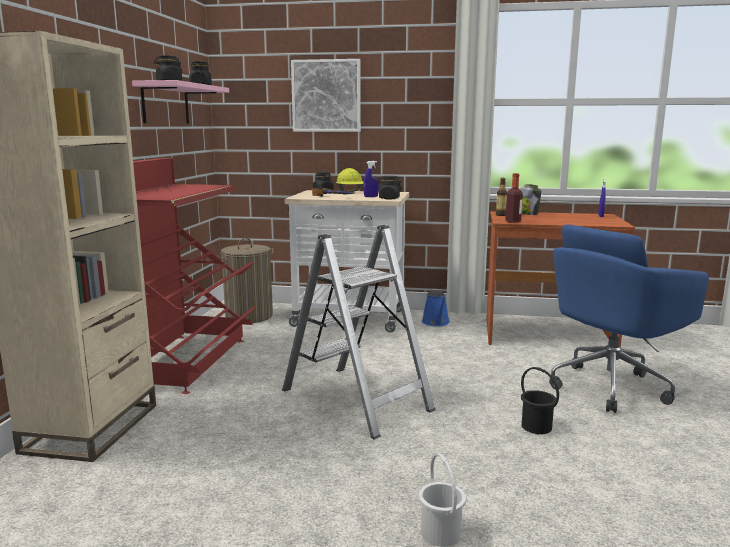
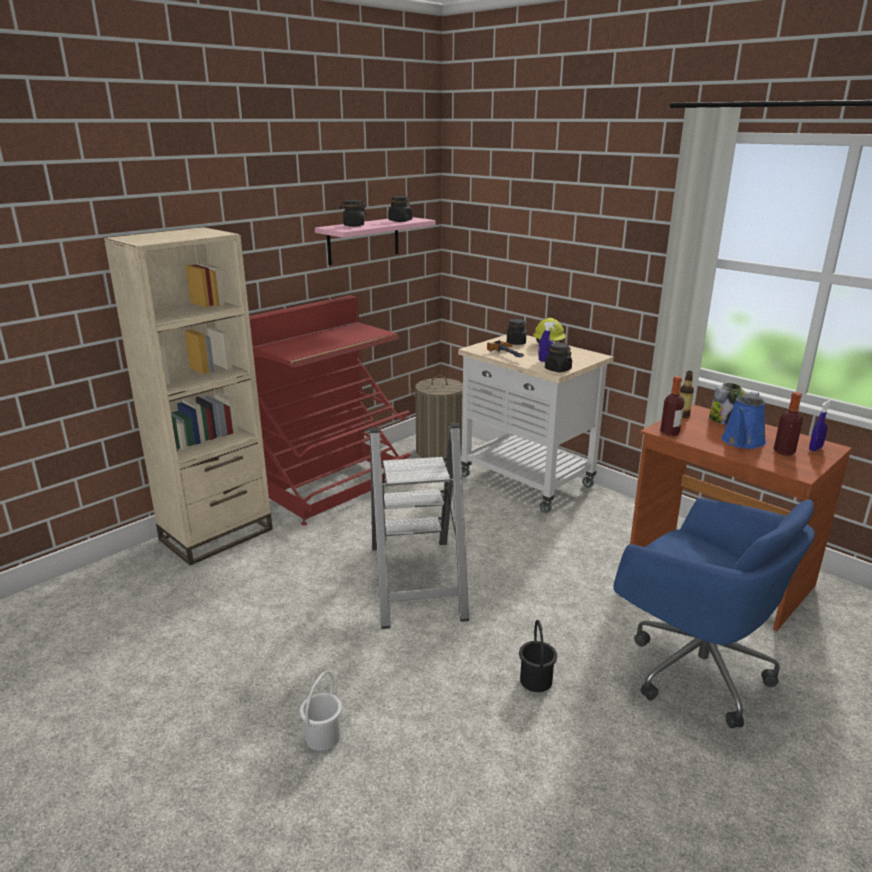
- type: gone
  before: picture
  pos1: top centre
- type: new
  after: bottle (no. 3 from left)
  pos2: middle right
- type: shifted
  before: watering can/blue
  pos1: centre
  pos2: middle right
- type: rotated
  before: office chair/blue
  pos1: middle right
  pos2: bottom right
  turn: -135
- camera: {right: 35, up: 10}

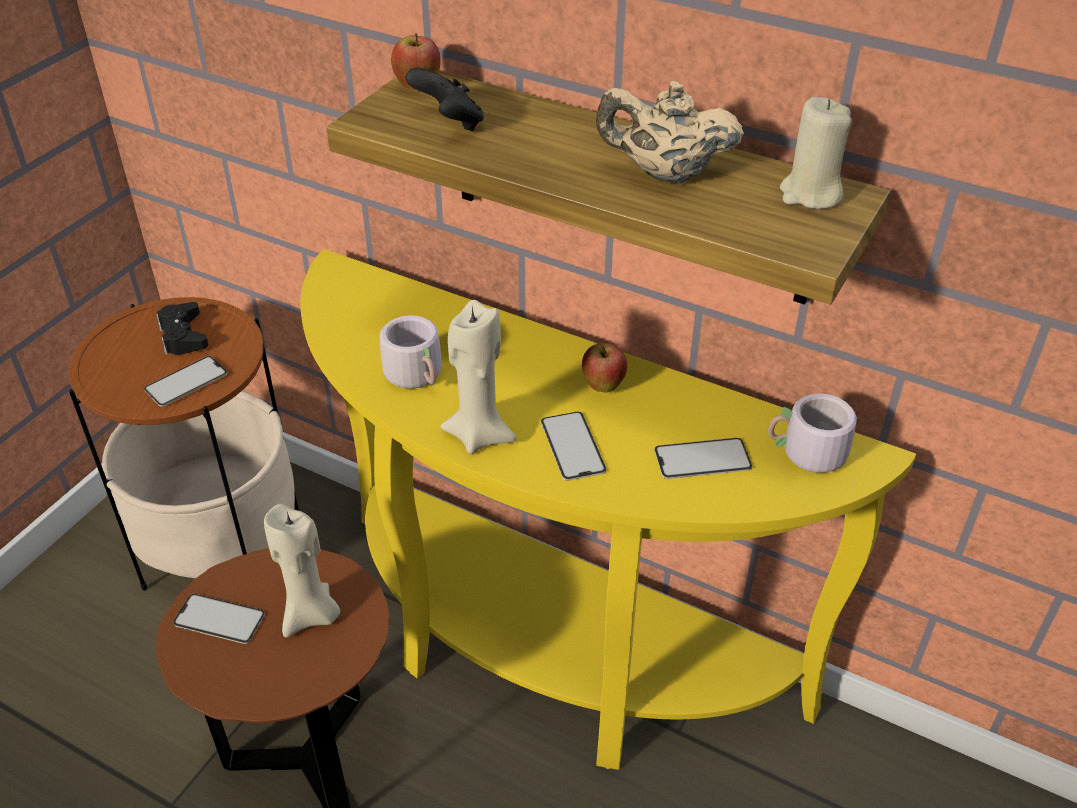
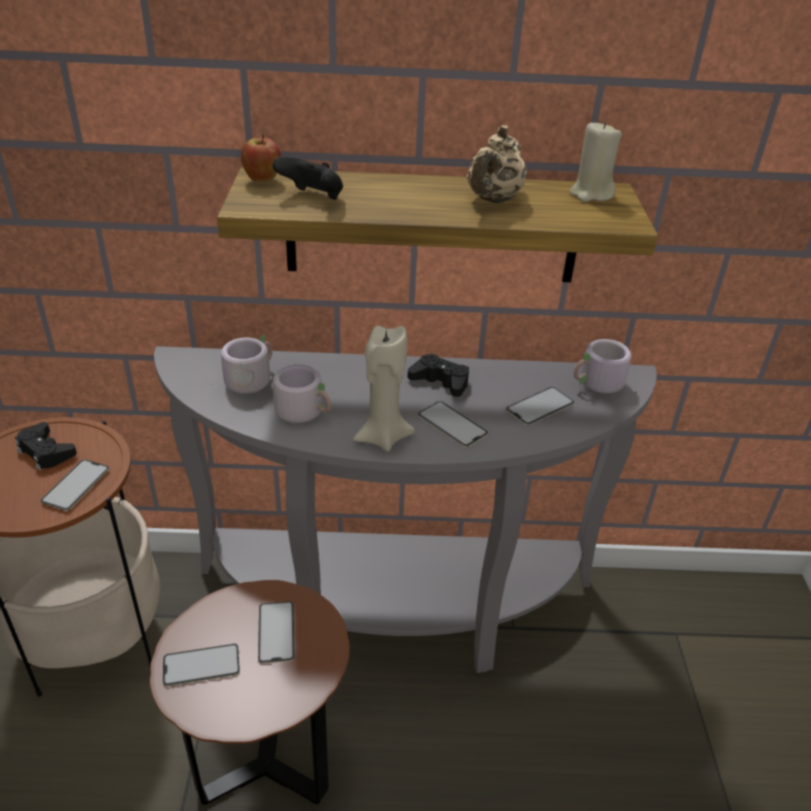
- type: new
  after: mug/grey (no. 1 from left)
  pos2: middle left
- type: swapped
  before: candle/beige (no. 1 from left)
  after: phone (no. 3 from left)
  pos1: bottom left
  pos2: bottom centre
- type: swapped
  before: apple (no. 2 from left)
  after: game controller/black (no. 3 from left)
  pos1: centre
  pos2: centre
- type: repainted
  before: console table/yellow
  after: console table/grey
  pos1: centre
  pos2: centre
- type: rotated
  before: teapot/beige
  pos1: top centre
  pos2: top centre
  turn: -45
- camera: {right: -30, up: -5}

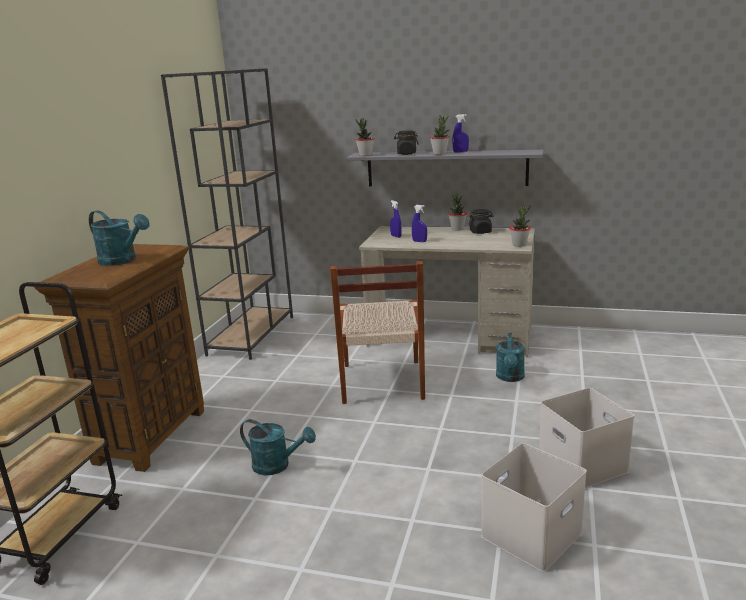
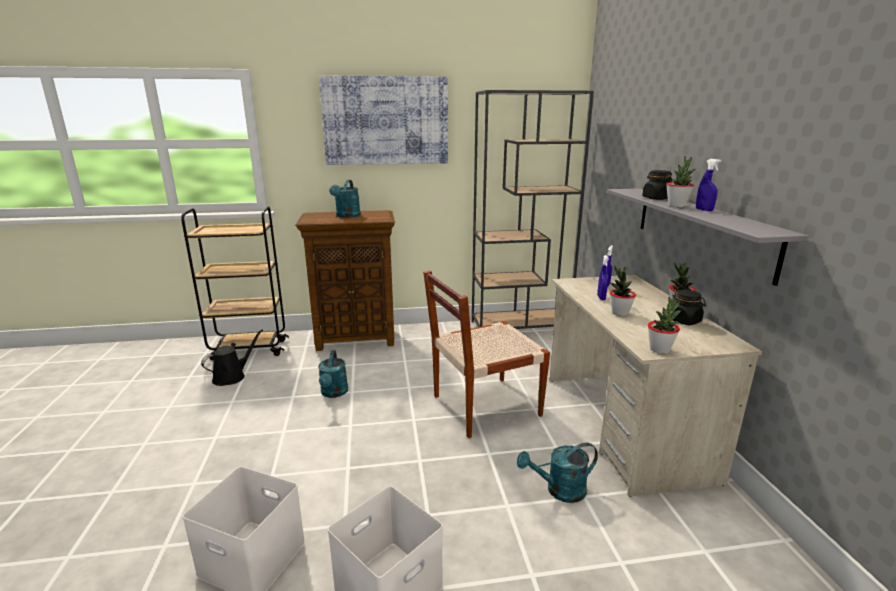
- type: new
  after: watering can/black
  pos2: middle left
- type: new
  after: picture
  pos2: top centre
- type: shifted
  before: potted plant (no. 1 from left)
  pos1: top centre
  pos2: middle right
- camera: {right: 65, up: 0}

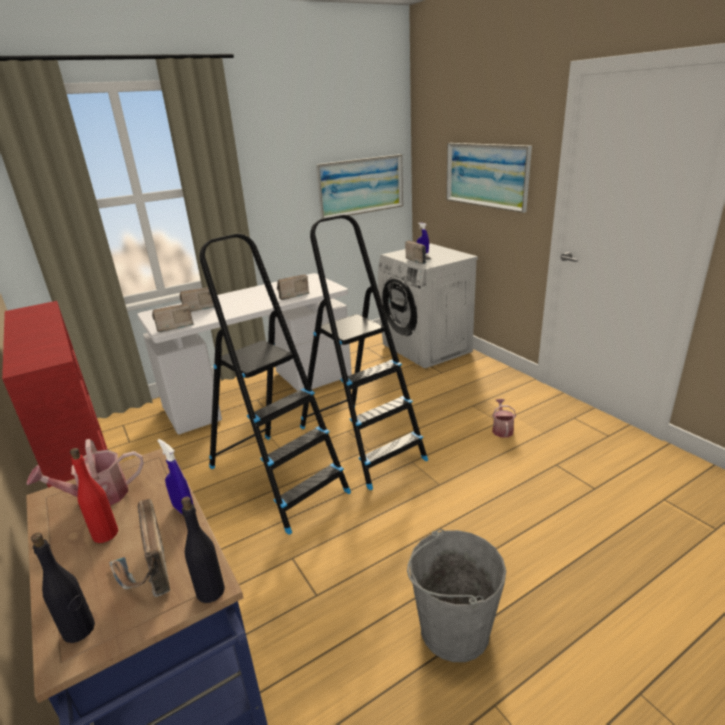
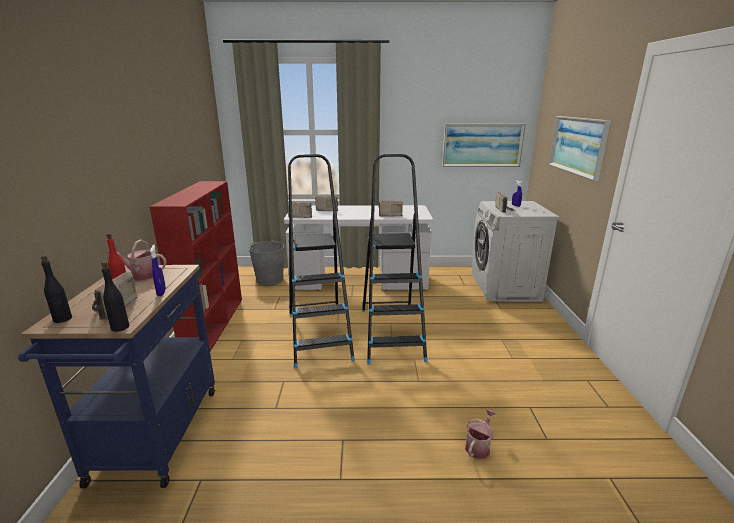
- type: shifted
  before: bucket/grey
  pos1: bottom centre
  pos2: centre
- type: shifted
  before: watering can (no. 2 from left)
  pos1: middle right
  pos2: bottom centre
- camera: {right: 30, up: -5}

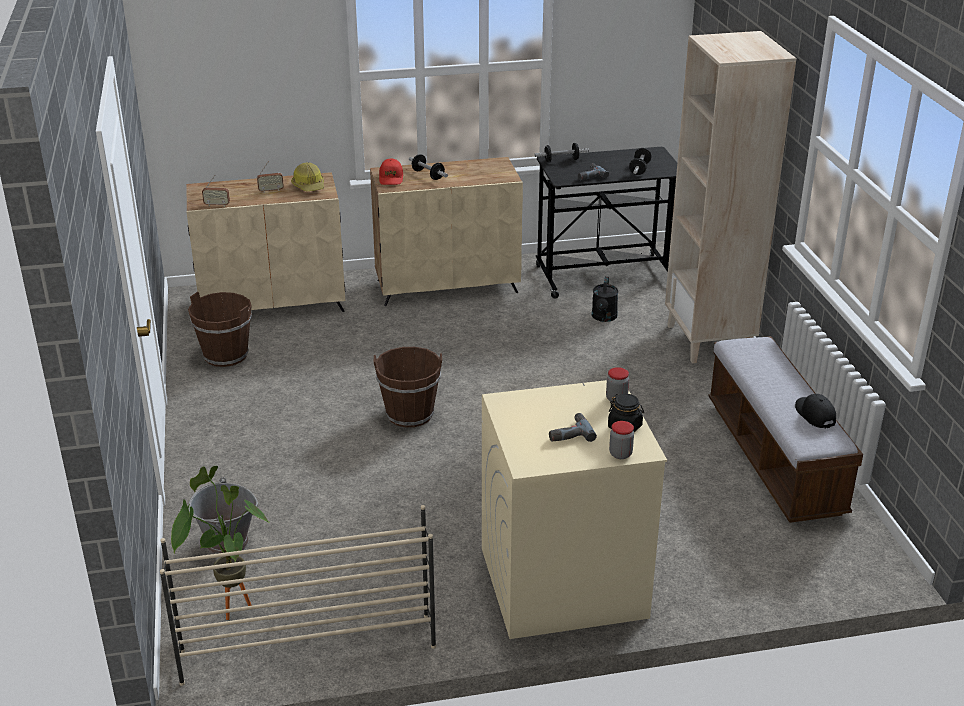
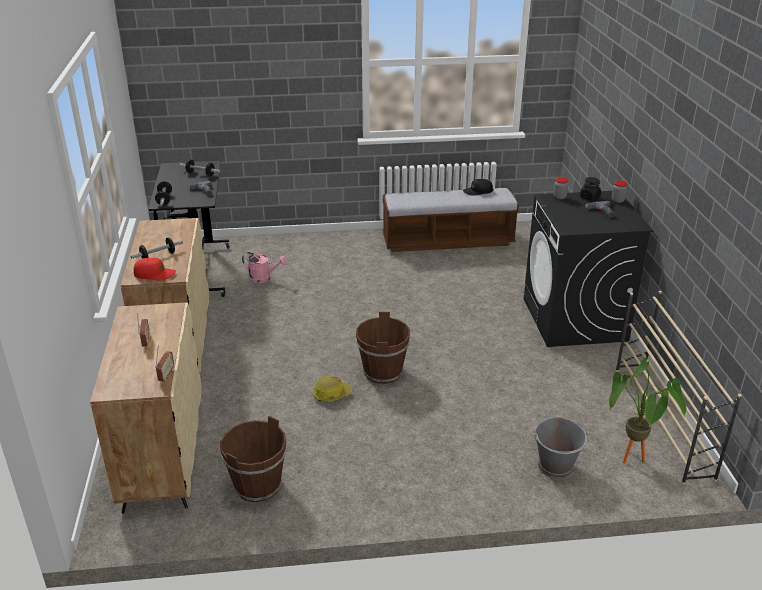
- type: gone
  before: bookcase/beige
  pos1: top right
- type: shifted
  before: hard hat
  pos1: top left
  pos2: centre
- type: repainted
  before: washing machine/beige
  after: washing machine/black
  pos1: bottom centre
  pos2: middle right
- type: repainted
  before: watering can/black
  after: watering can/pink
  pos1: centre
  pos2: centre
- camera: {right: -85, up: 0}

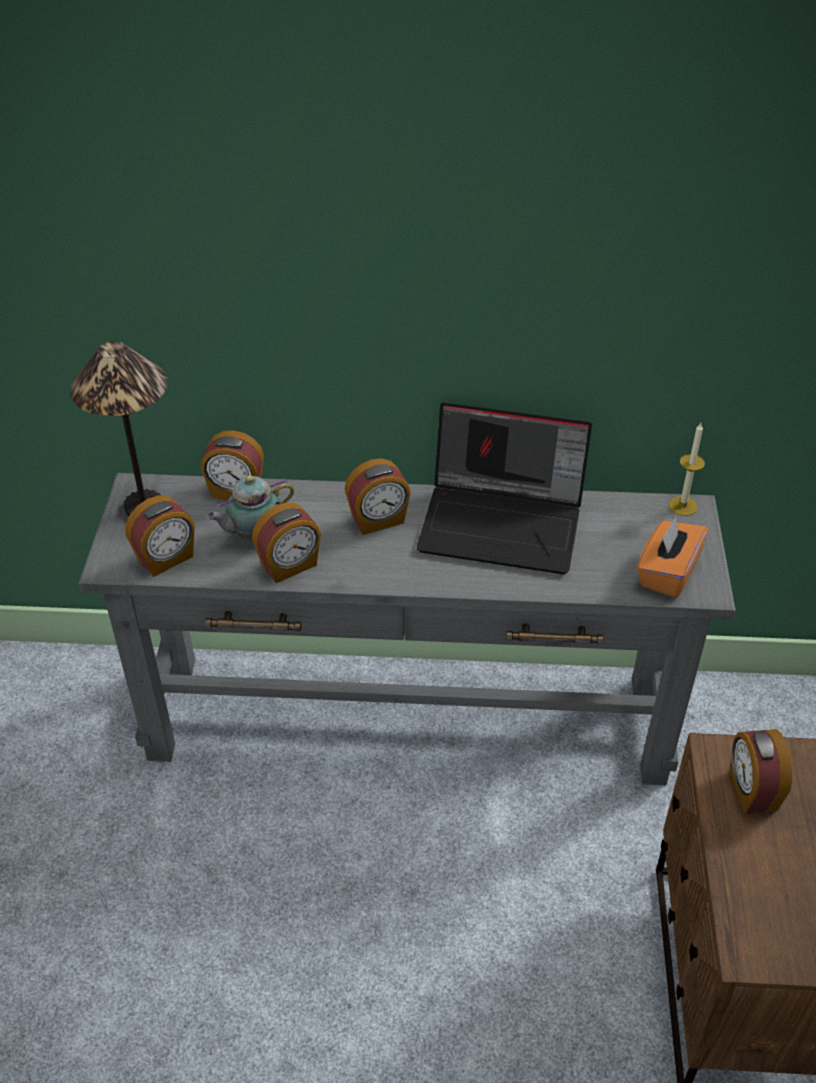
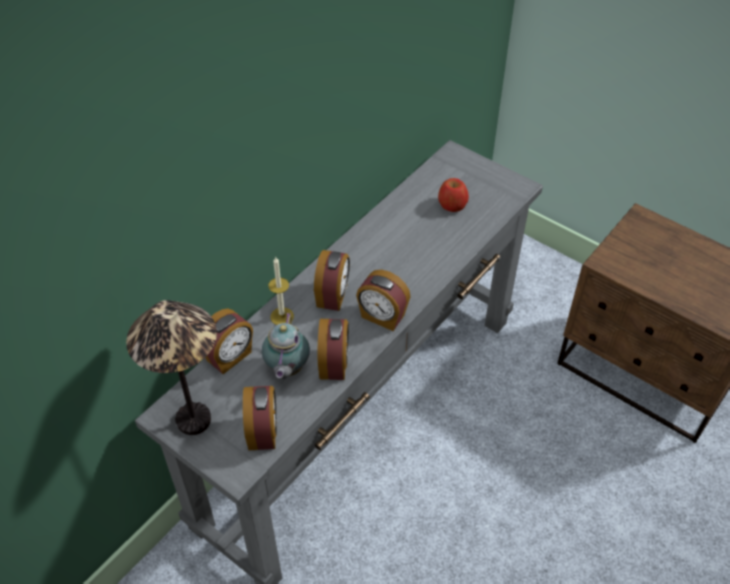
- type: gone
  before: laptop
  pos1: centre
- type: gone
  before: tissue box/orange
  pos1: middle right
- type: new
  after: apple
  pos2: centre
- type: shifted
  before: candle
  pos1: middle right
  pos2: centre
- type: shifted
  before: alarm clock (no. 5 from left)
  pos1: bottom right
  pos2: centre
- camera: {right: -55, up: 5}

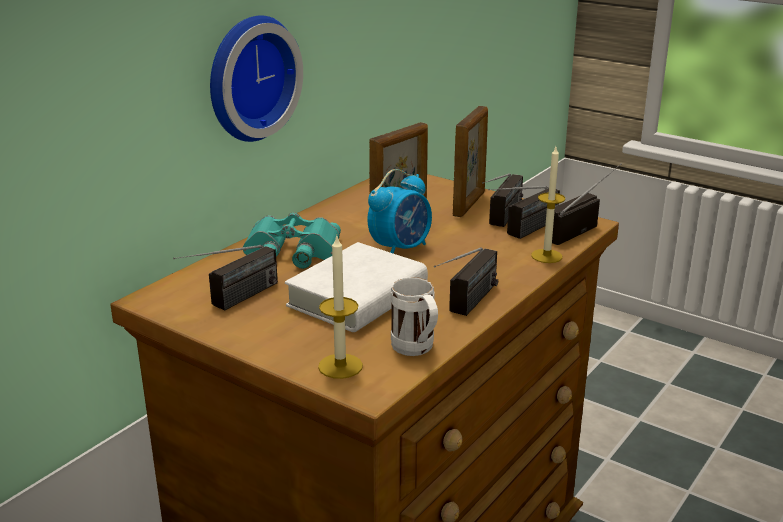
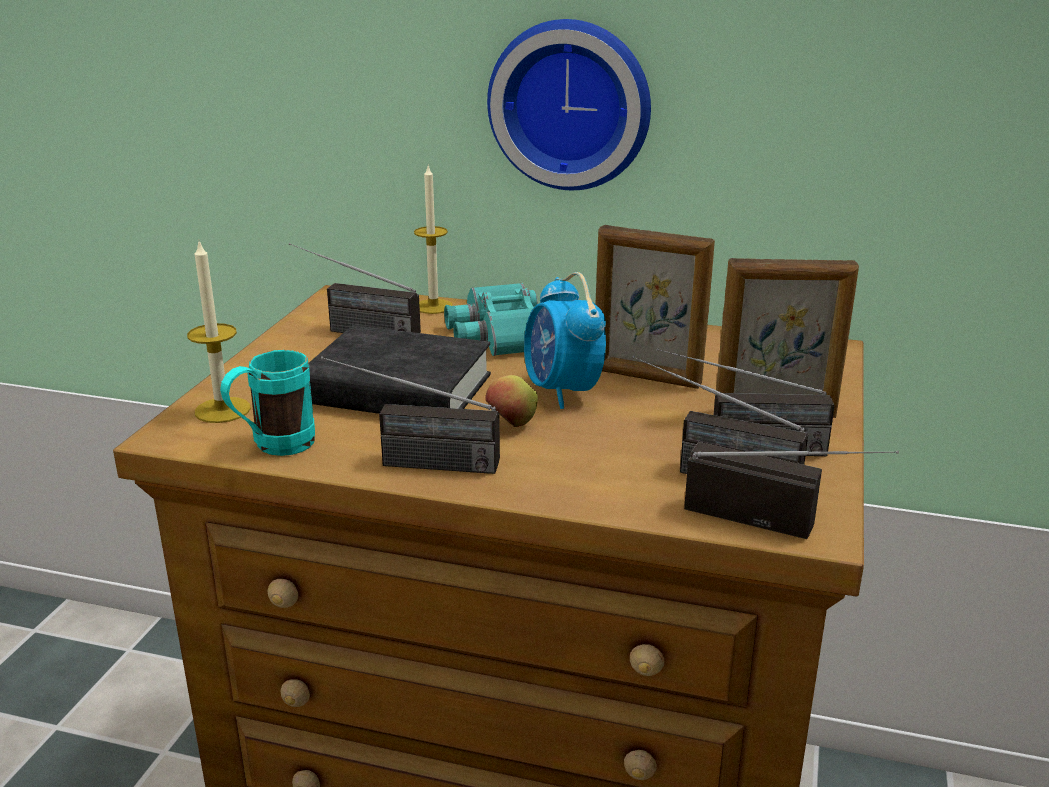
- type: new
  after: apple
  pos2: centre
- type: shifted
  before: candle (no. 2 from left)
  pos1: middle right
  pos2: top centre
- type: repainted
  before: book/white
  after: book/black
  pos1: centre
  pos2: centre
- type: repainted
  before: mug/white
  after: mug/turquoise
  pos1: centre
  pos2: middle left
- type: rotated
  before: alarm clock
  pos1: centre
  pos2: centre
  turn: 45
- camera: {right: 70, up: 0}

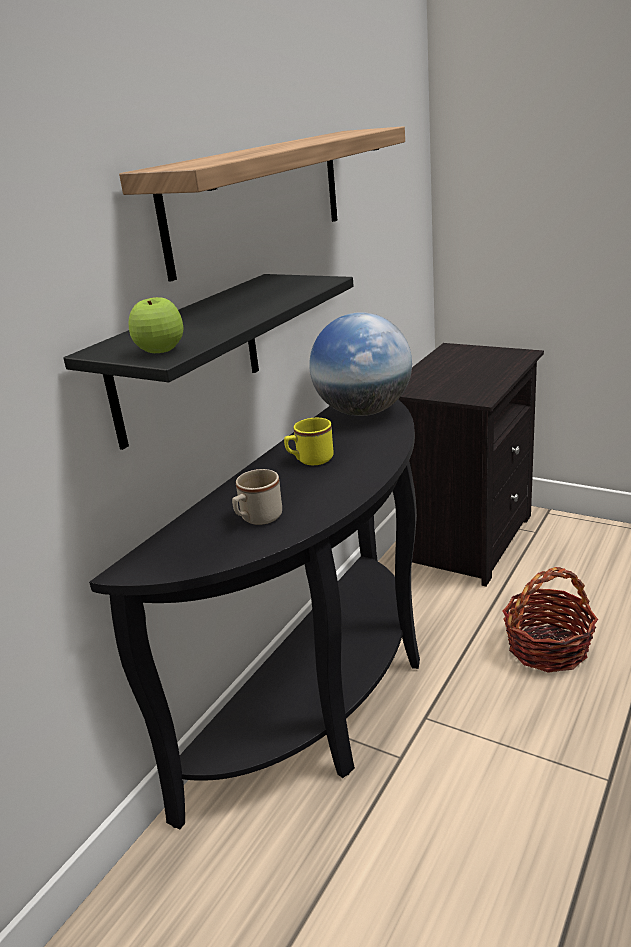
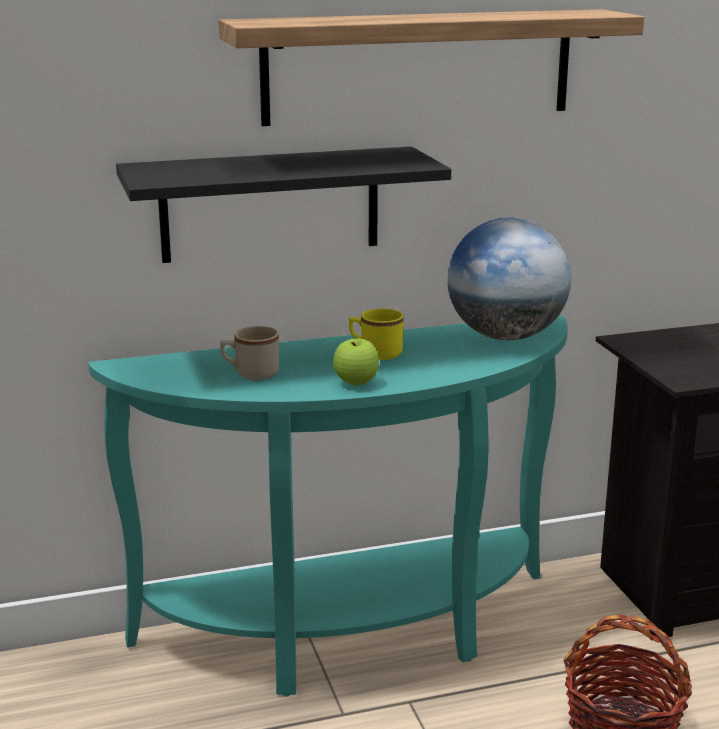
- type: shifted
  before: apple
  pos1: middle left
  pos2: centre
- type: repainted
  before: console table/black
  after: console table/turquoise
  pos1: centre
  pos2: bottom centre
- camera: {right: 40, up: -5}

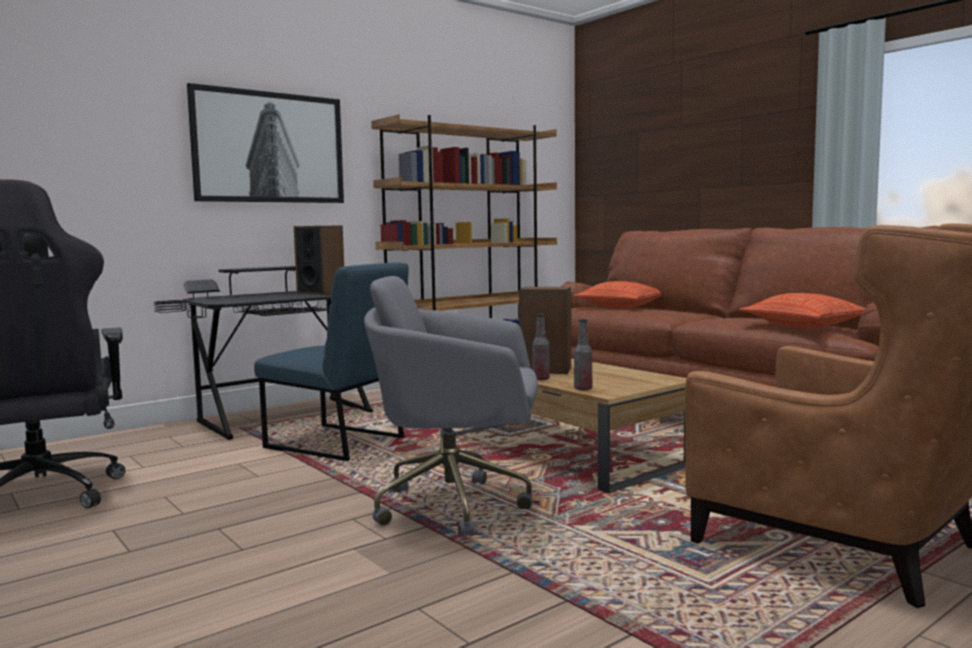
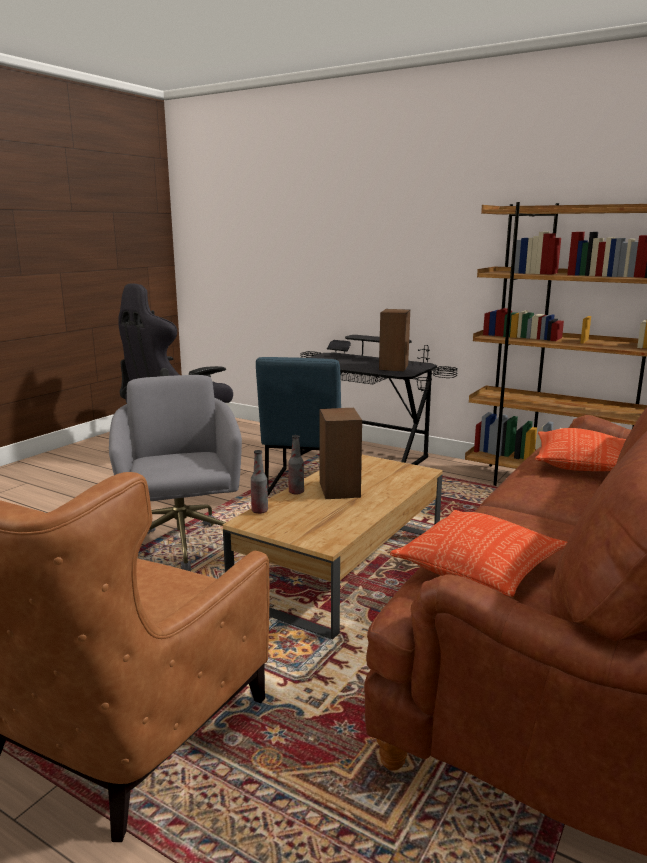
- type: gone
  before: picture
  pos1: top left
- camera: {right: 70, up: 10}

